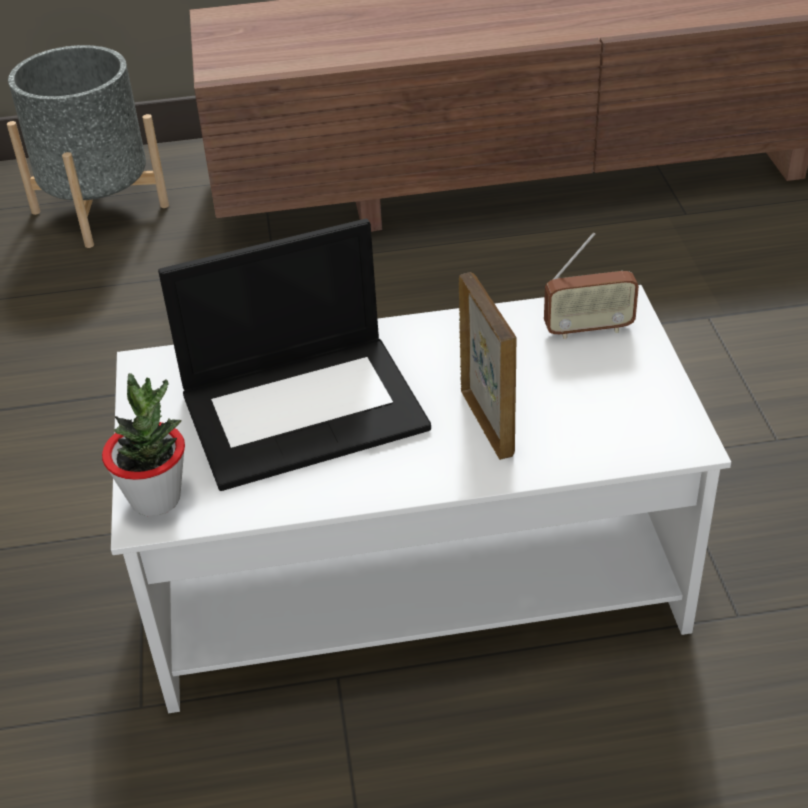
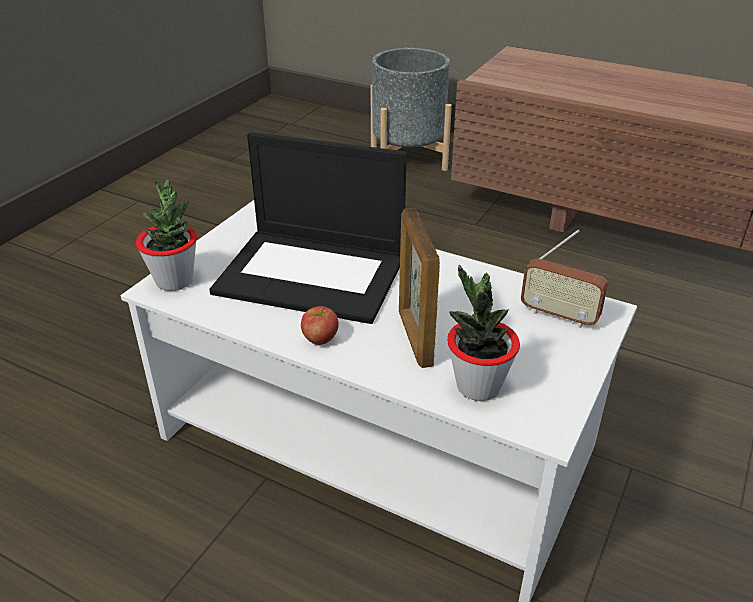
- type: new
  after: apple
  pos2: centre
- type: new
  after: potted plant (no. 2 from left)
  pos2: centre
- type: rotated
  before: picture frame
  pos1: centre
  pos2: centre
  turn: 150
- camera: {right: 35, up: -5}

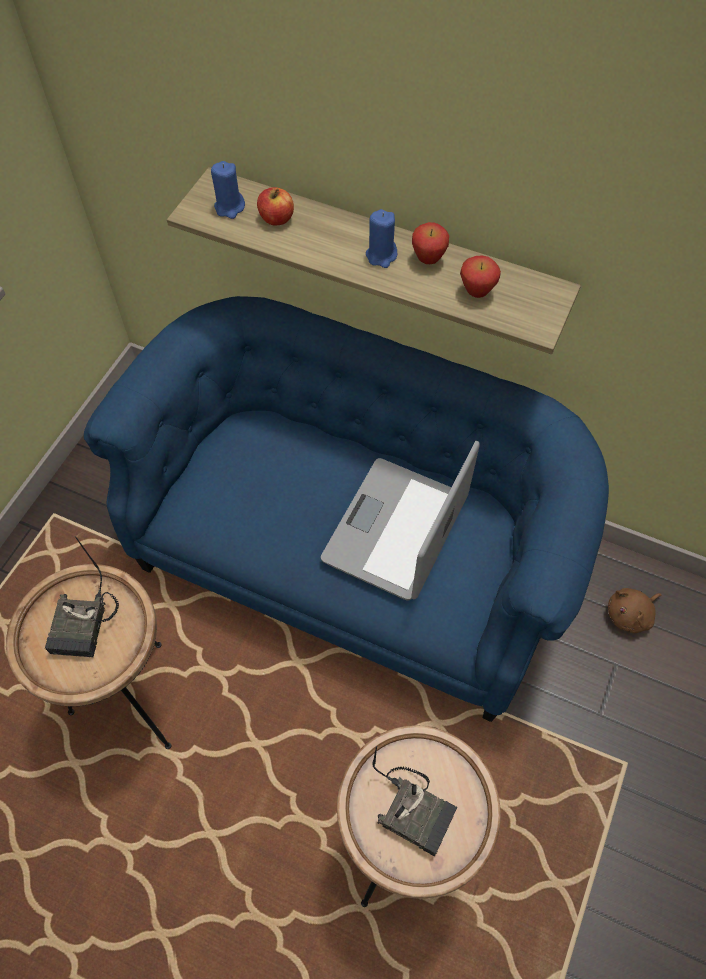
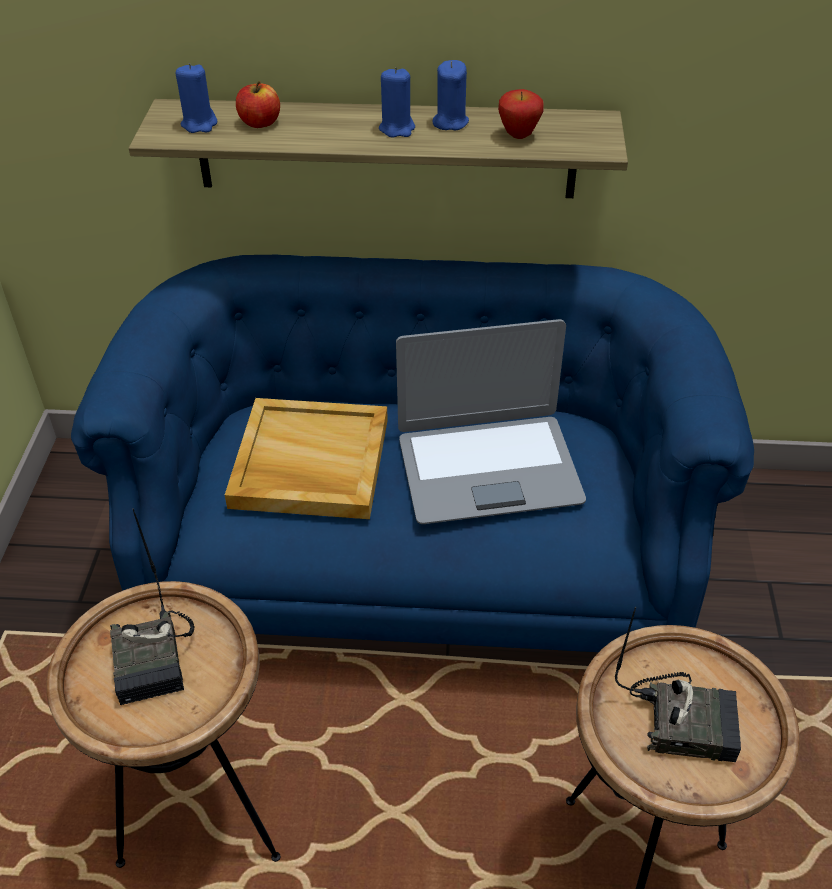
- type: gone
  before: plush toy/brown
  pos1: middle right
- type: new
  after: tray/beige
  pos2: centre
- type: swapped
  before: apple (no. 2 from left)
  after: candle/blue (no. 3 from left)
  pos1: top centre
  pos2: top centre
- type: rotated
  before: laptop
  pos1: centre
  pos2: centre
  turn: -105
- camera: {right: -20, up: -15}

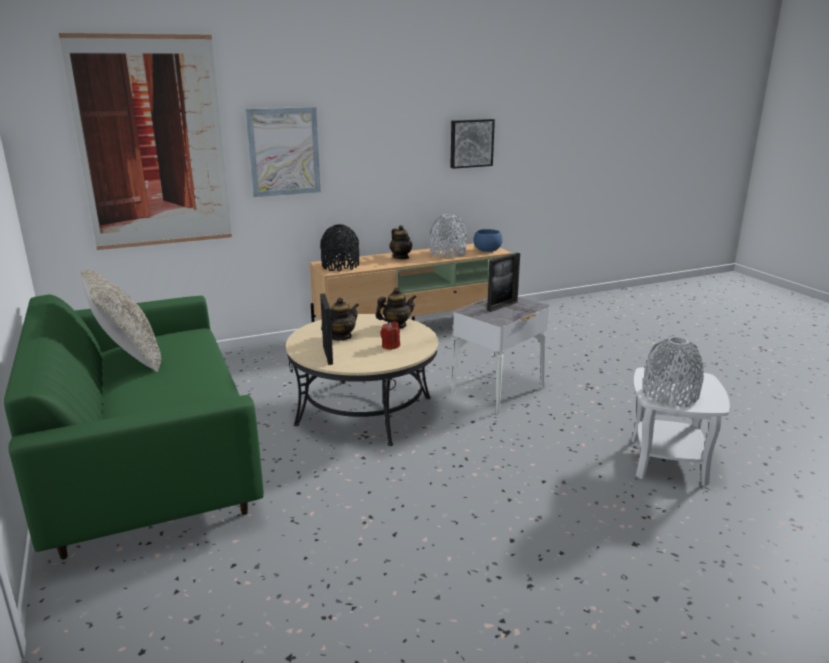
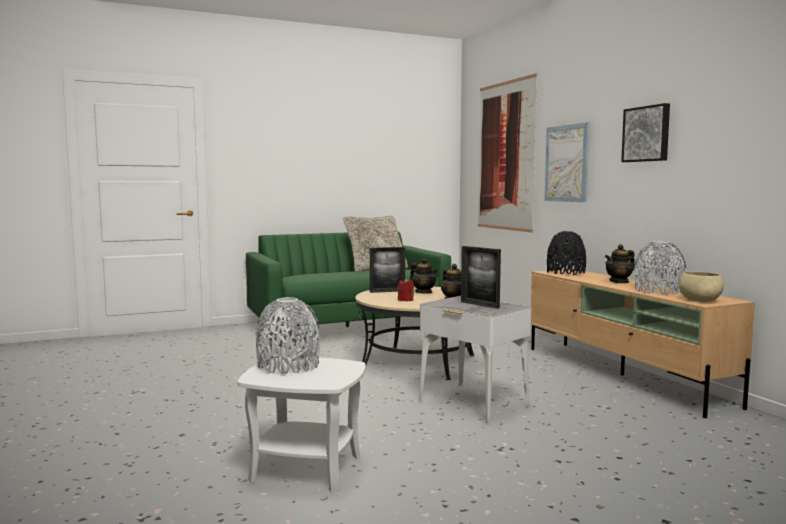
- type: shifted
  before: picture (no. 3 from left)
  pos1: top centre
  pos2: top right
- type: repainted
  before: bowl/blue
  after: bowl/beige
  pos1: centre
  pos2: middle right
- camera: {right: 90, up: -15}

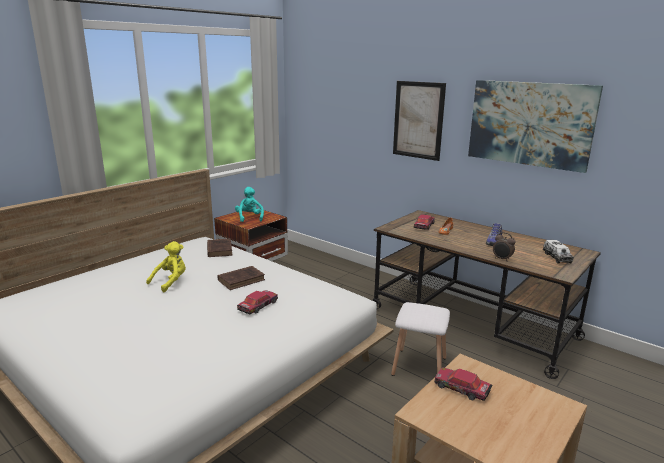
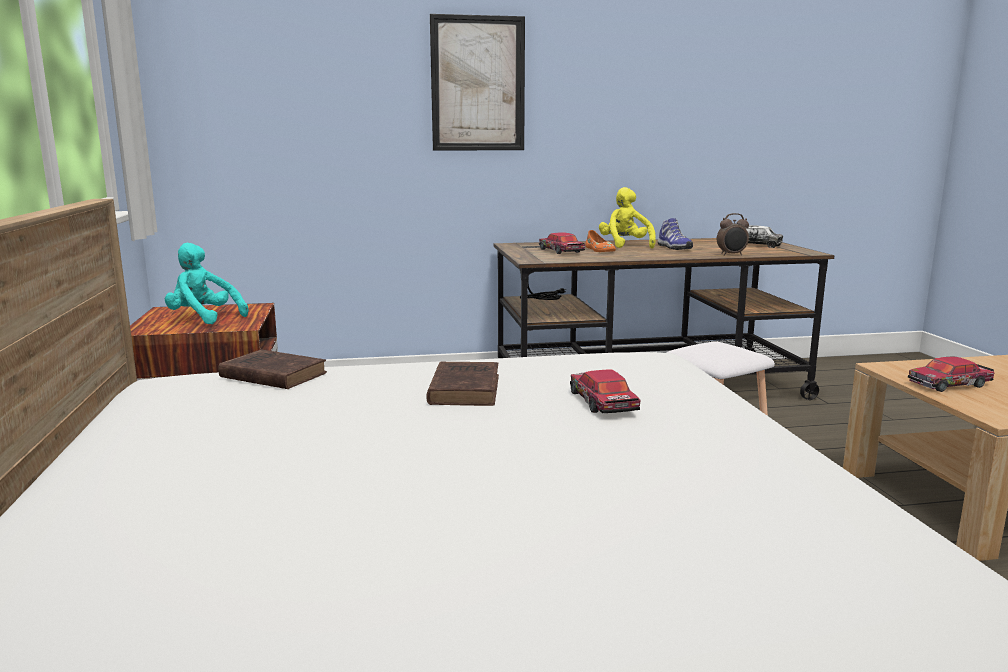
- type: gone
  before: picture (no. 2 from left)
  pos1: top right
- type: shifted
  before: plush toy/yellow
  pos1: middle left
  pos2: top centre
- camera: {right: -50, up: -5}

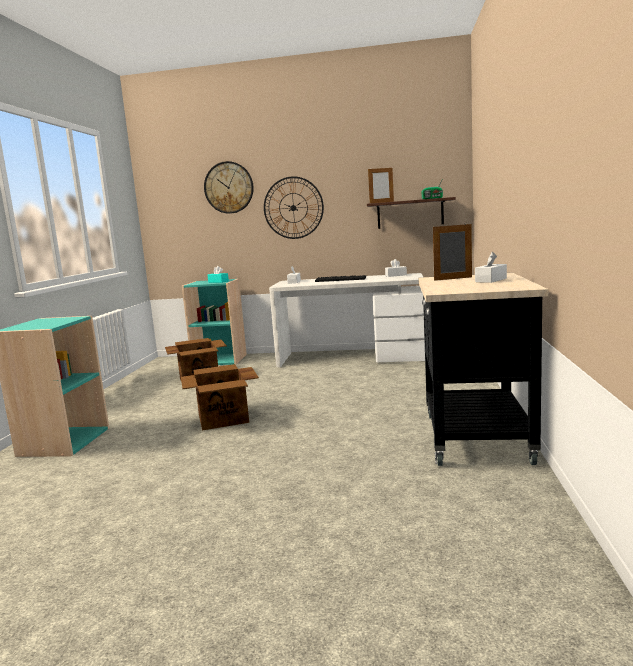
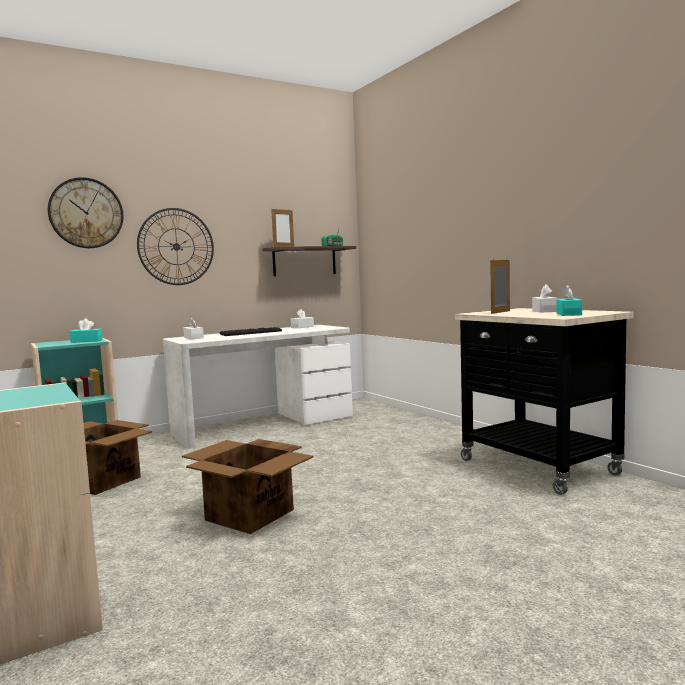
- type: new
  after: tissue box/turquoise (no. 2 from left)
  pos2: middle right
- camera: {right: -40, up: -5}

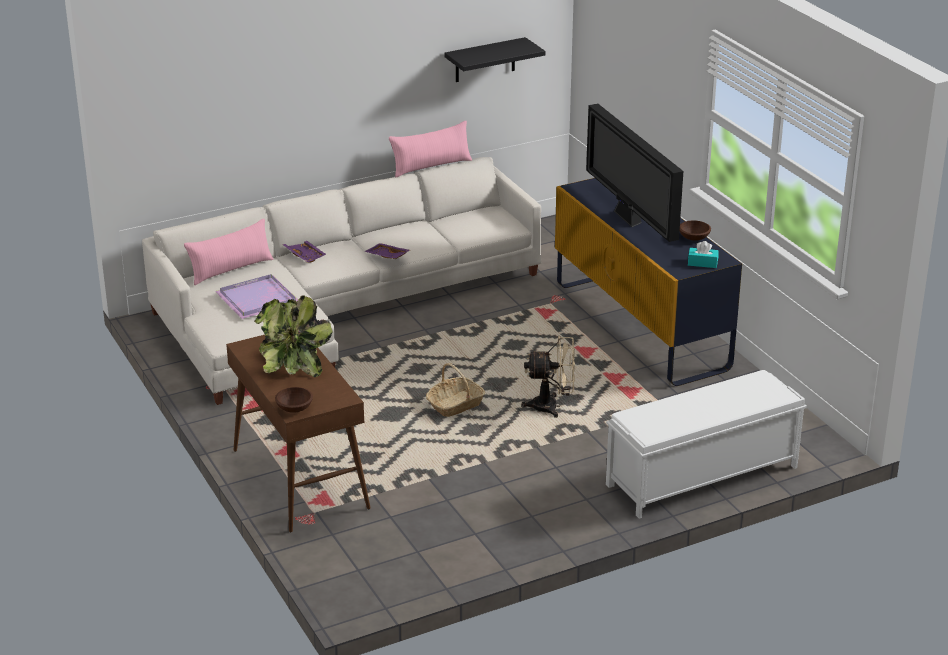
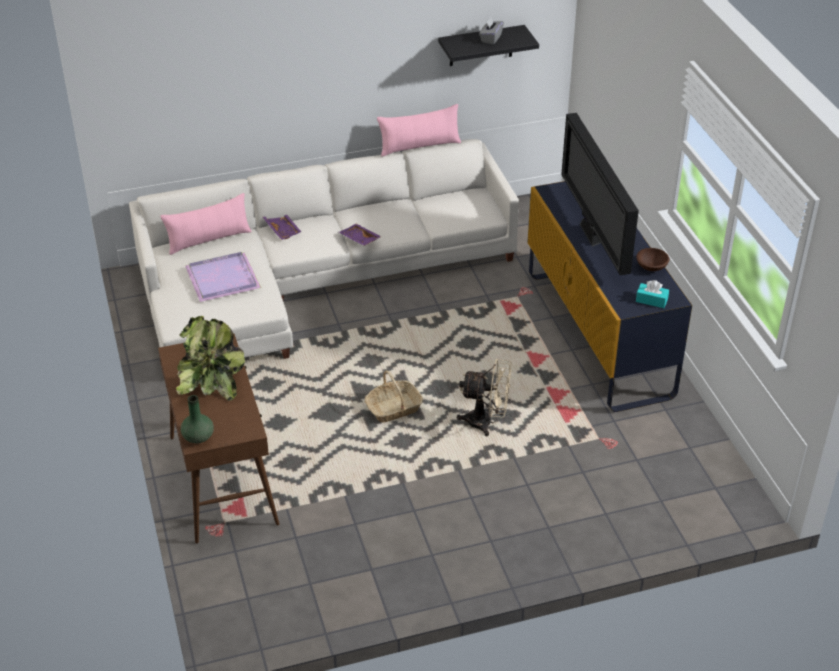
- type: gone
  before: bench/white
  pos1: bottom right
- type: new
  after: tissue box/grey
  pos2: top centre
- type: swapped
  before: bowl/brown (no. 1 from left)
  after: vase/green
  pos1: middle left
  pos2: middle left
- camera: {right: 10, up: 10}

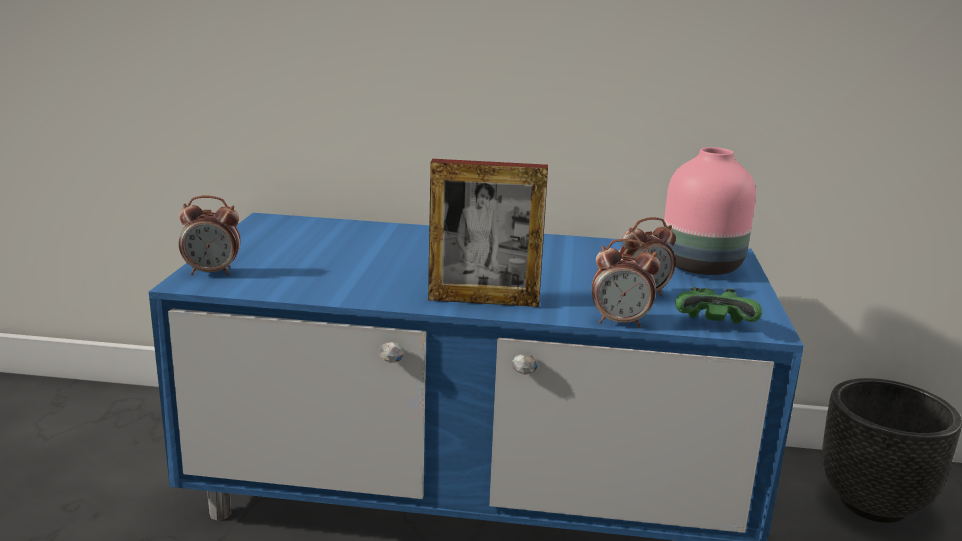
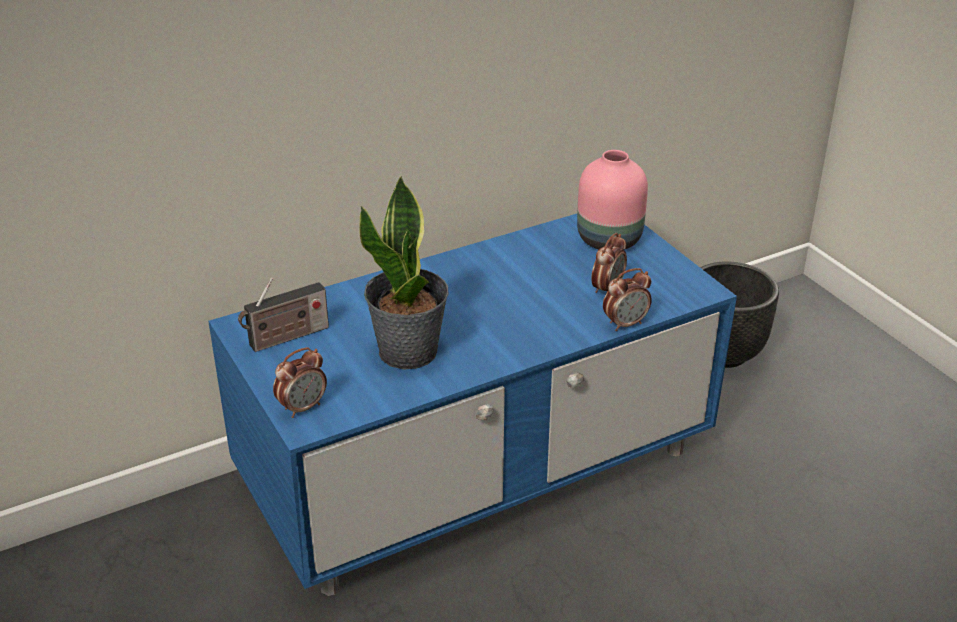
- type: gone
  before: picture frame
  pos1: centre
- type: gone
  before: game controller/green
  pos1: middle right
- type: new
  after: radio
  pos2: middle left
- type: new
  after: potted plant
  pos2: centre
- camera: {right: -35, up: 15}

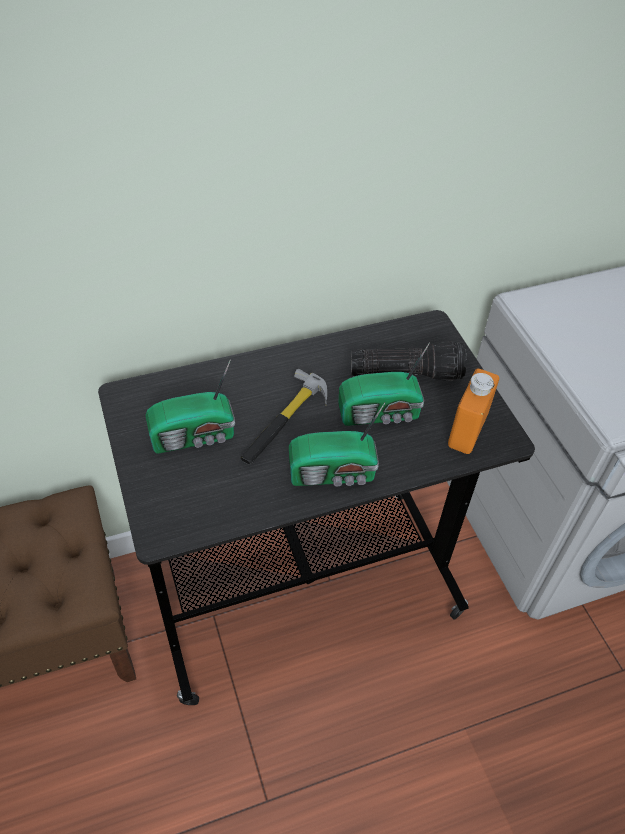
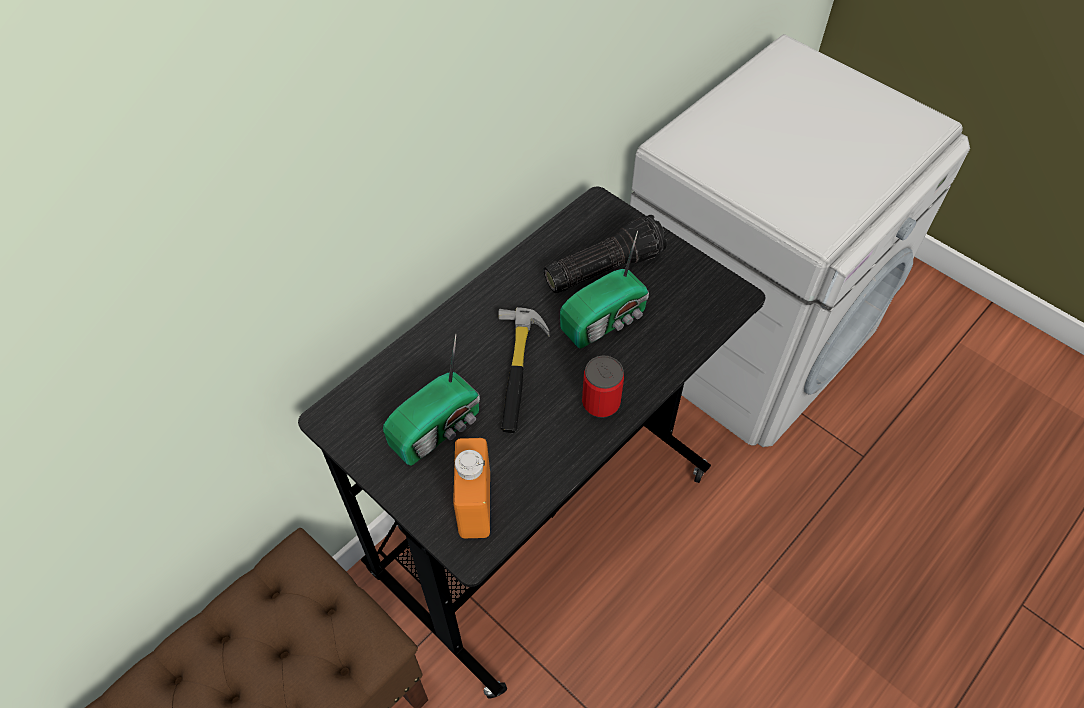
- type: shifted
  before: bottle/orange
  pos1: middle right
  pos2: bottom centre
- type: swapped
  before: radio (no. 2 from left)
  after: can
  pos1: centre
  pos2: centre
- camera: {right: -25, up: 5}

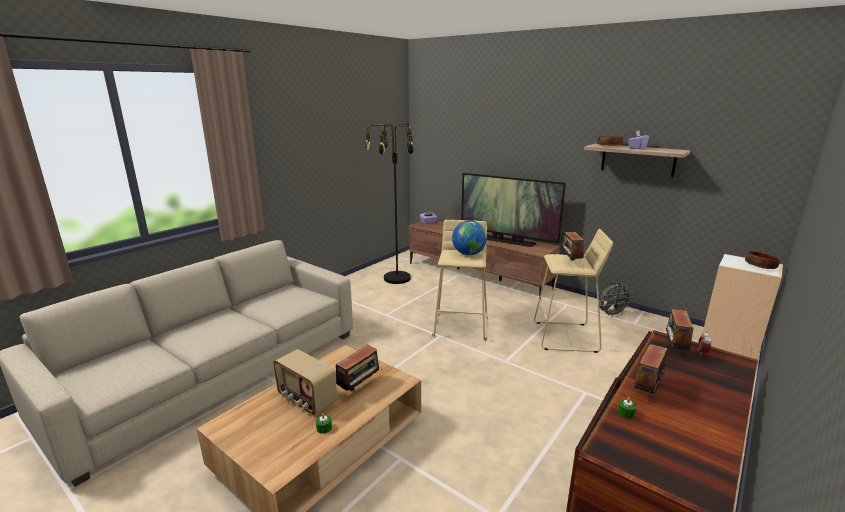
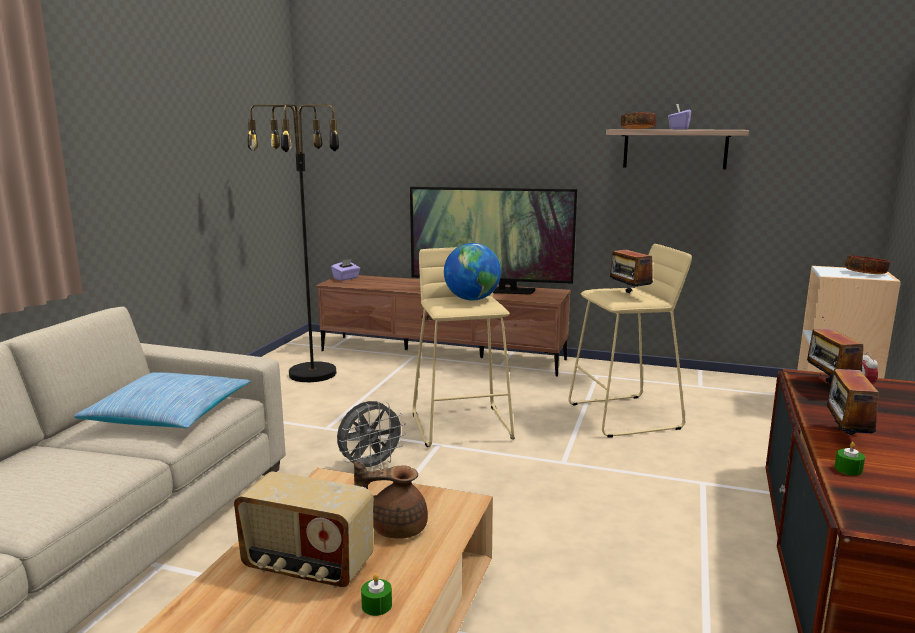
- type: new
  after: pillow
  pos2: middle left
- type: shifted
  before: fan/grey
  pos1: middle right
  pos2: bottom centre
- type: swapped
  before: radio (no. 2 from left)
  after: teapot/brown
  pos1: bottom centre
  pos2: bottom centre
- camera: {right: -20, up: -5}

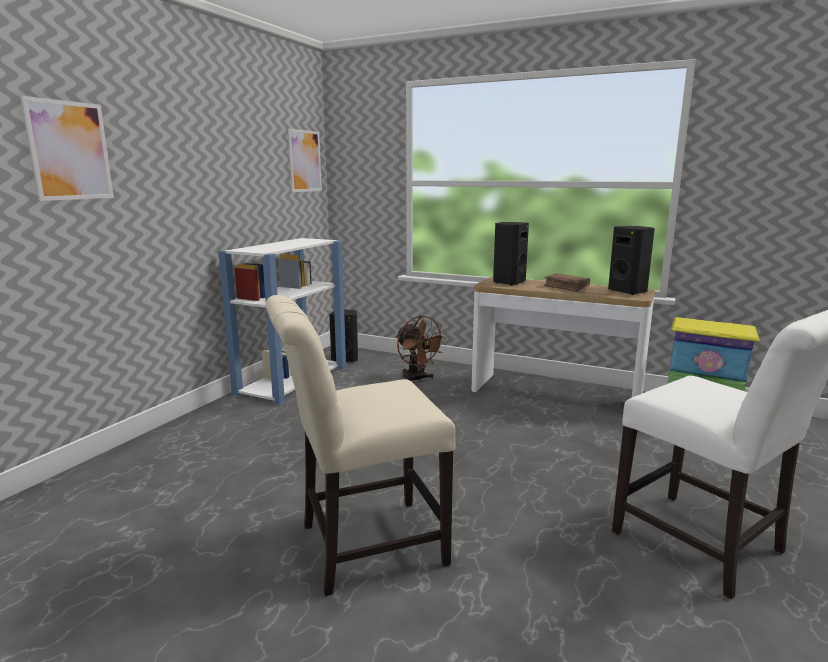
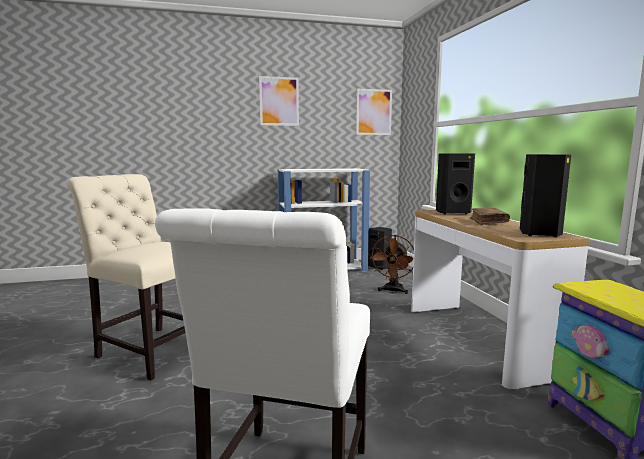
- type: shifted
  before: picture (no. 1 from left)
  pos1: top left
  pos2: top centre
- camera: {right: 50, up: -5}

